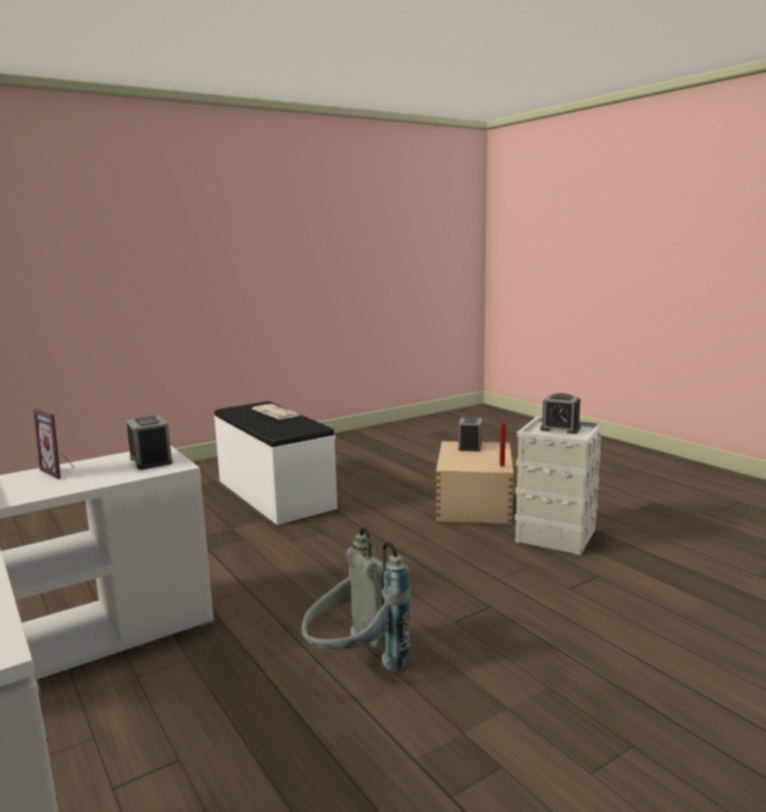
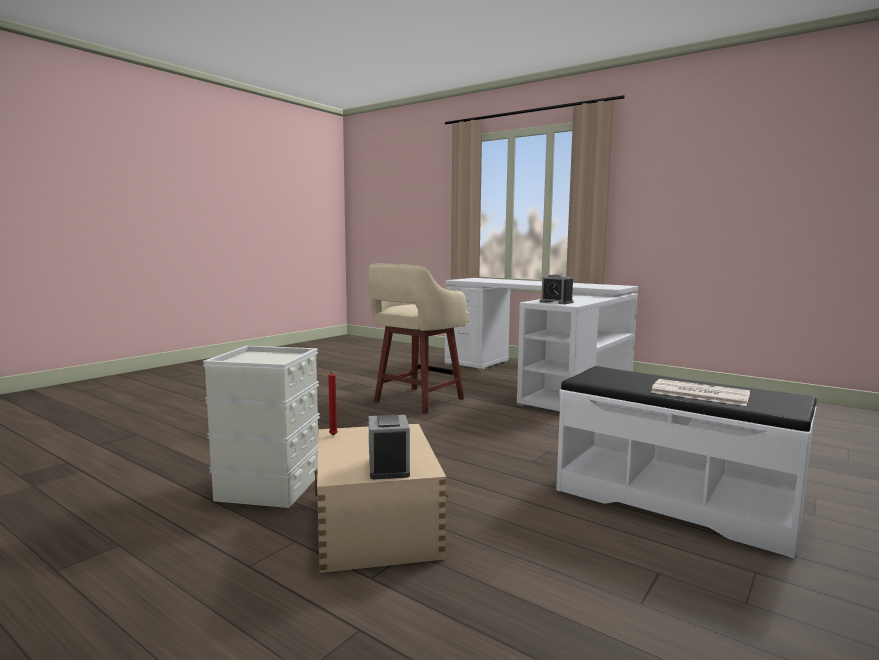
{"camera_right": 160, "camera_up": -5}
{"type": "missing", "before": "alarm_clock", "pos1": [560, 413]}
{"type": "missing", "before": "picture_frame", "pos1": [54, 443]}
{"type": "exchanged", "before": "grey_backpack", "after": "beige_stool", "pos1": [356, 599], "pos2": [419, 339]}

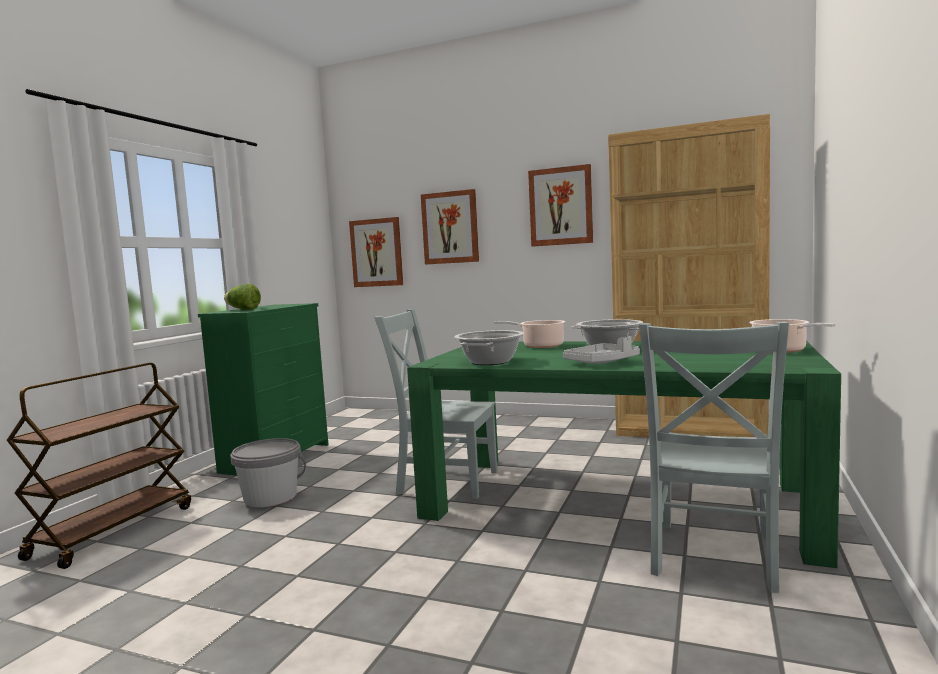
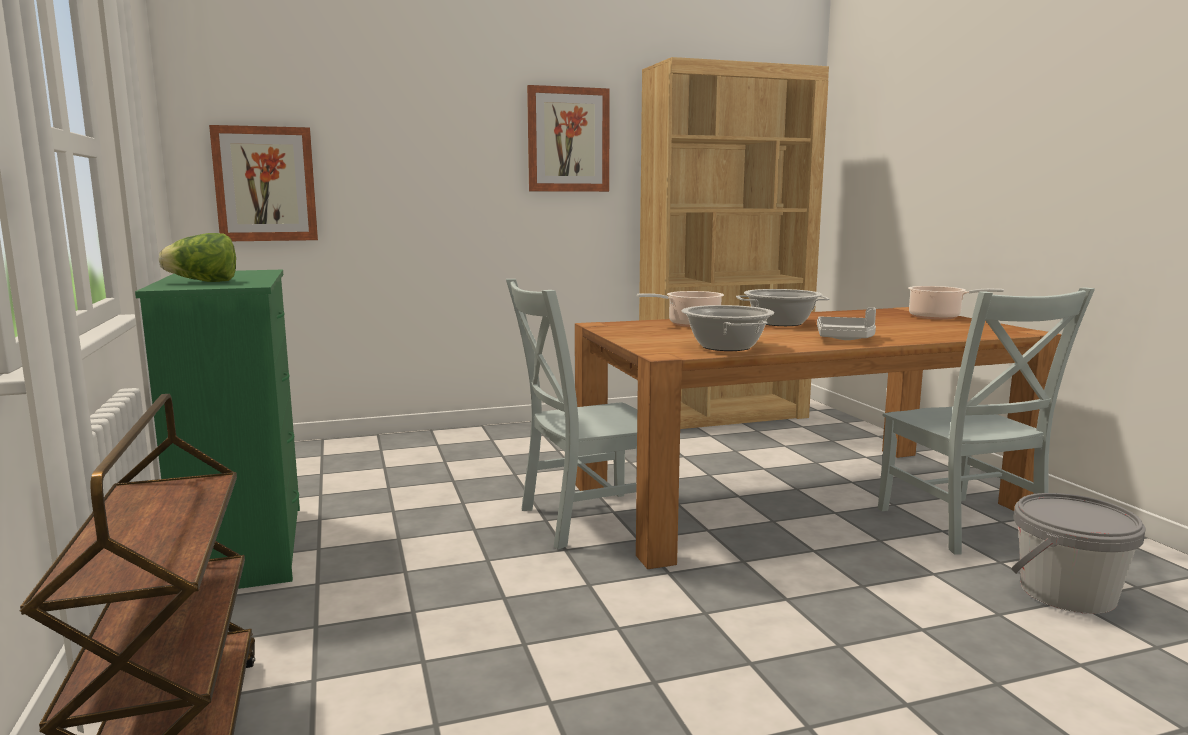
{"camera_right": -40, "camera_up": 5}
{"type": "missing", "before": "picture", "pos1": [450, 227]}
{"type": "colour", "before": "green_dining_table", "after": "brown_dining_table", "pos1": [624, 454], "pos2": [818, 438]}
{"type": "relocated", "before": "grey_bucket", "pos1": [268, 472], "pos2": [1078, 553]}

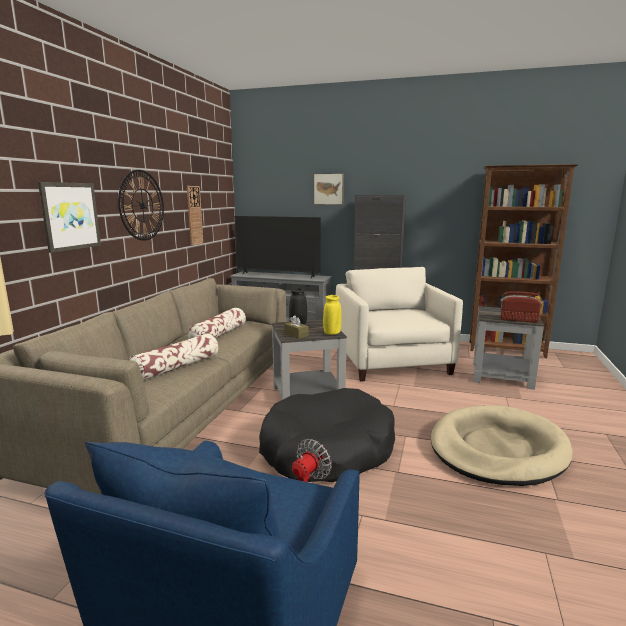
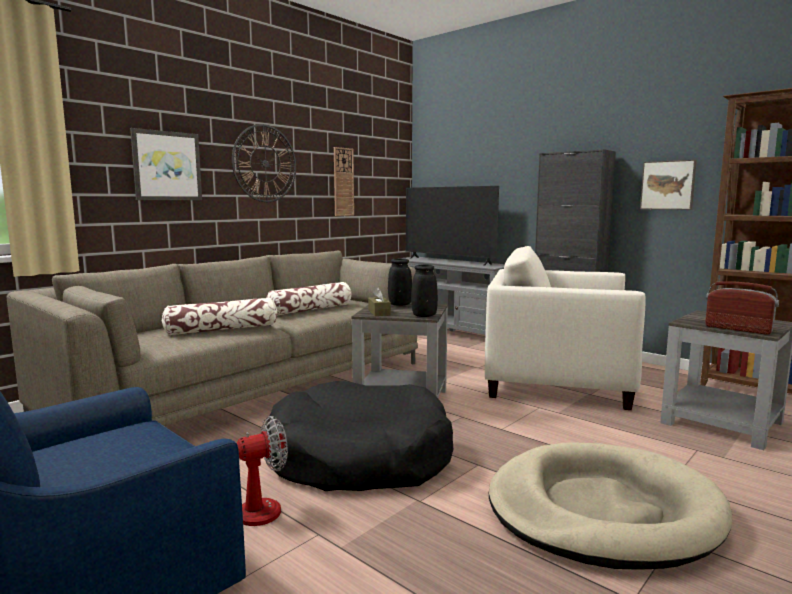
{"camera_right": 25, "camera_up": -5}
{"type": "relocated", "before": "picture", "pos1": [328, 189], "pos2": [668, 185]}
{"type": "spun", "before": "beige_armchair", "pos1": [399, 324], "pos2": [565, 328], "turn": -90}
{"type": "colour", "before": "yellow_vase", "after": "black_vase", "pos1": [332, 315], "pos2": [424, 290]}

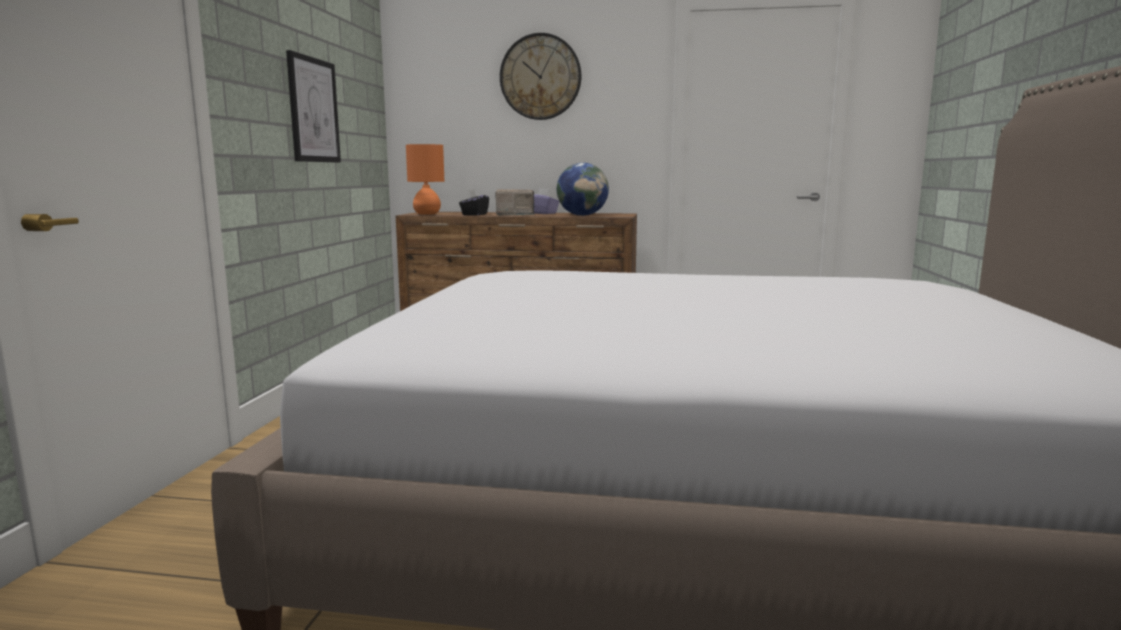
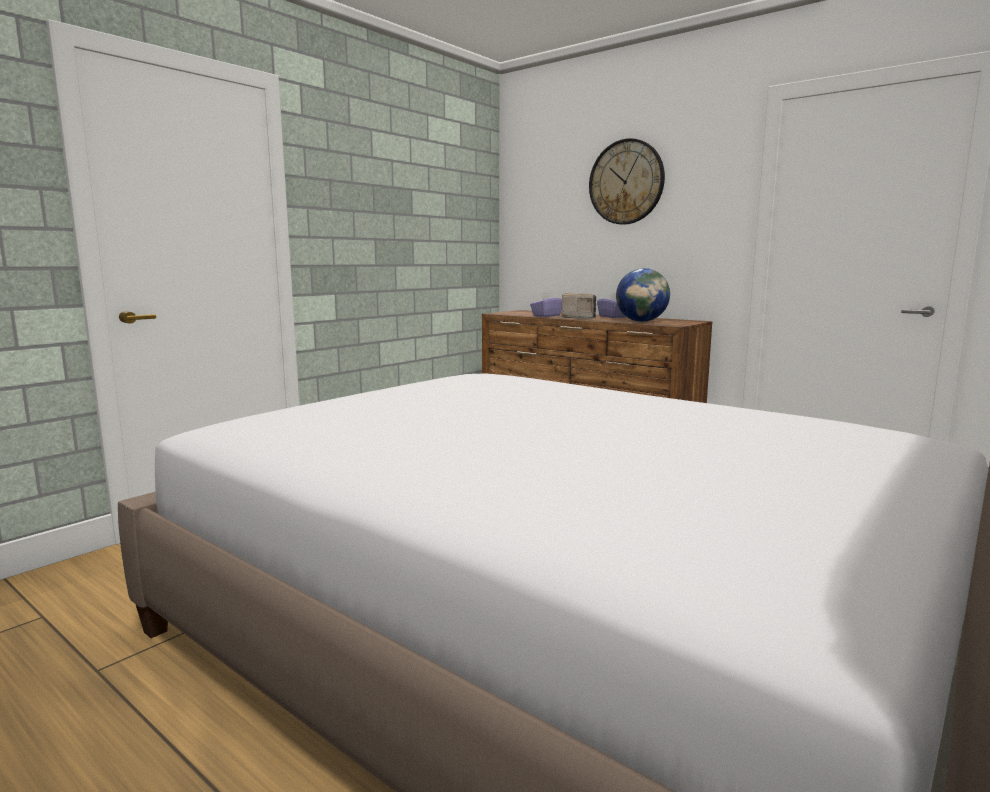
{"camera_right": 30, "camera_up": 0}
{"type": "missing", "before": "picture", "pos1": [313, 106]}
{"type": "missing", "before": "orange_table_lamp", "pos1": [425, 179]}
{"type": "colour", "before": "black_tissue_box", "after": "purple_tissue_box", "pos1": [474, 202], "pos2": [546, 304]}

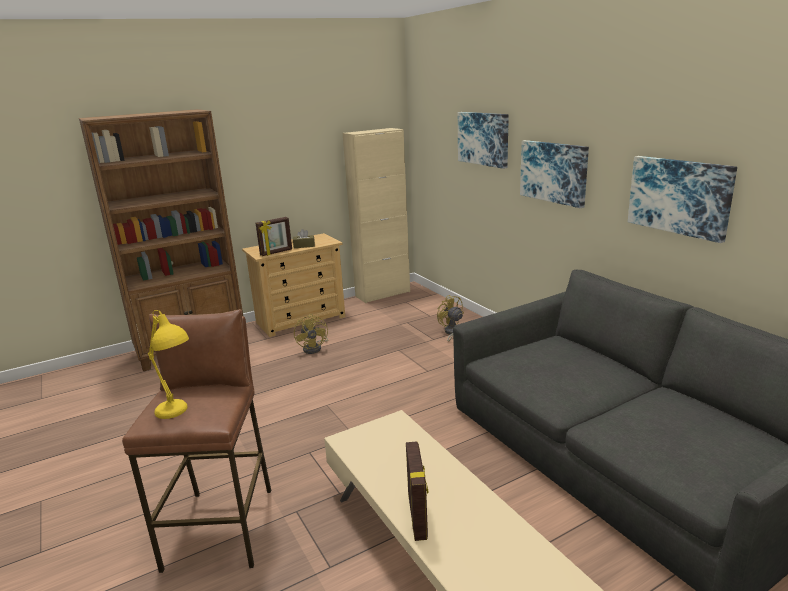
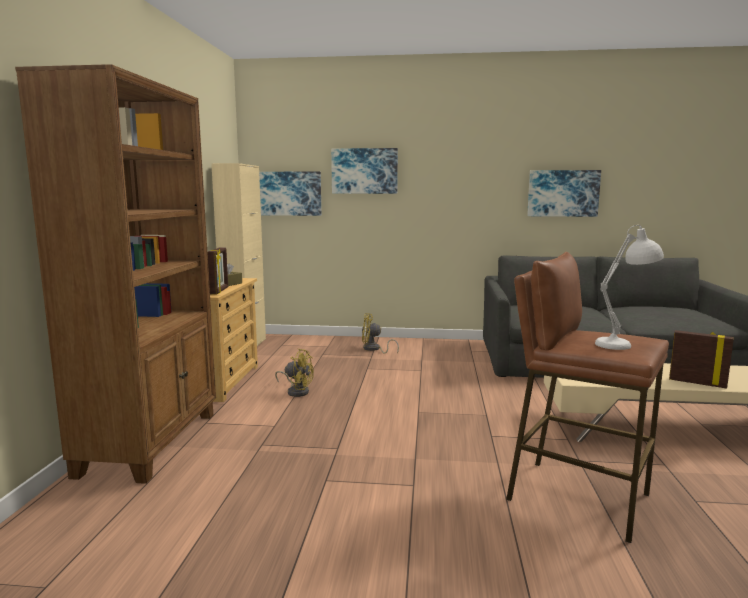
{"camera_right": -55, "camera_up": -10}
{"type": "relocated", "before": "picture", "pos1": [554, 174], "pos2": [290, 194]}
{"type": "colour", "before": "yellow_table_lamp", "after": "white_table_lamp", "pos1": [168, 364], "pos2": [629, 287]}

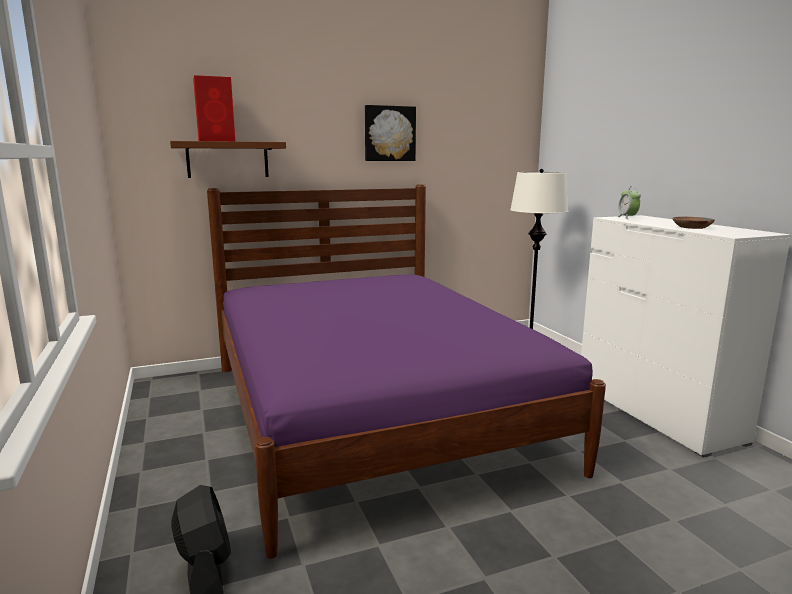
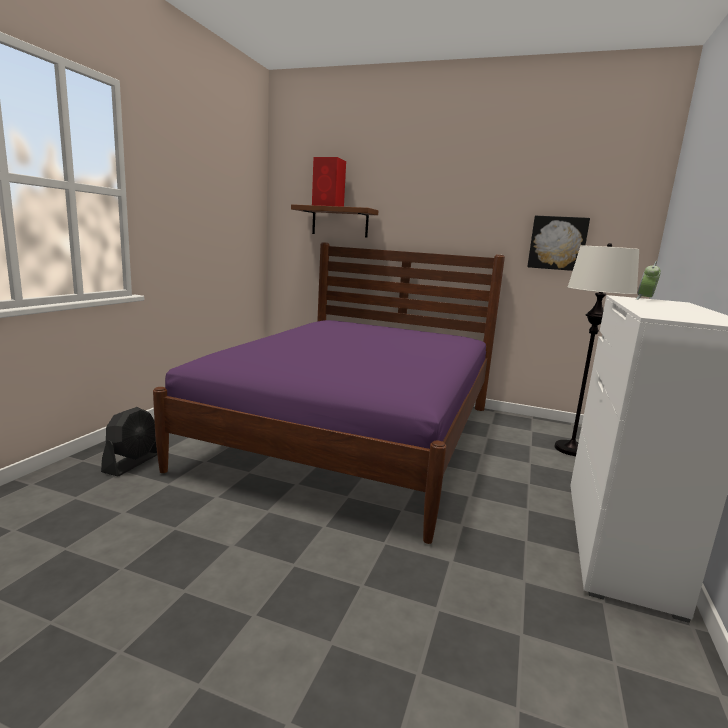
{"camera_right": 40, "camera_up": 0}
{"type": "relocated", "before": "picture", "pos1": [390, 133], "pos2": [558, 243]}
{"type": "missing", "before": "brown_bowl", "pos1": [694, 223]}

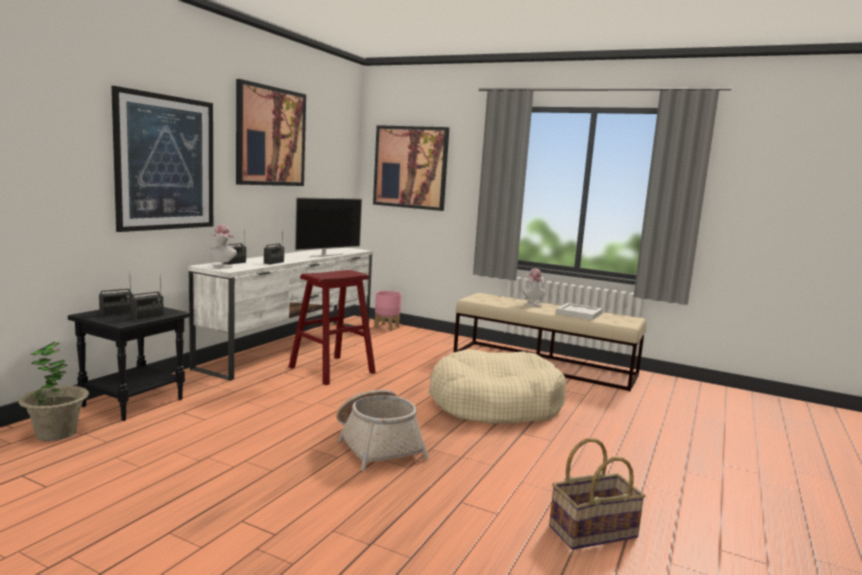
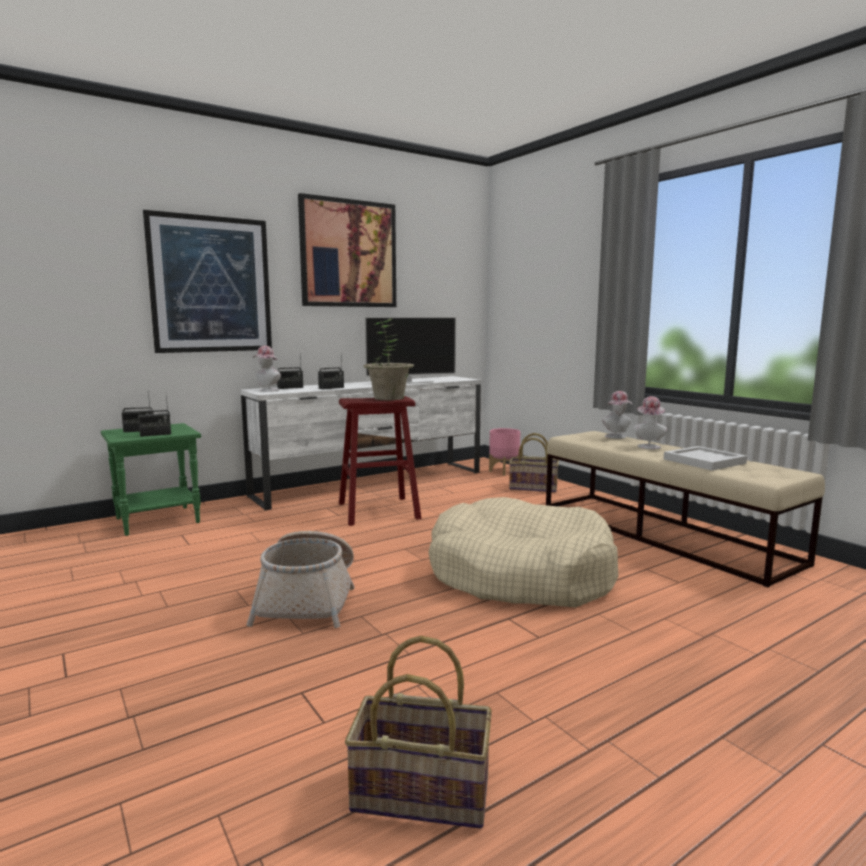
{"camera_right": 30, "camera_up": 0}
{"type": "missing", "before": "picture", "pos1": [411, 168]}
{"type": "colour", "before": "black_side_table", "after": "green_side_table", "pos1": [129, 364], "pos2": [151, 479]}
{"type": "relocated", "before": "potted_plant", "pos1": [53, 391], "pos2": [388, 359]}
{"type": "appeared", "after": "hat", "pos2": [617, 415]}
{"type": "appeared", "after": "basket", "pos2": [534, 462]}

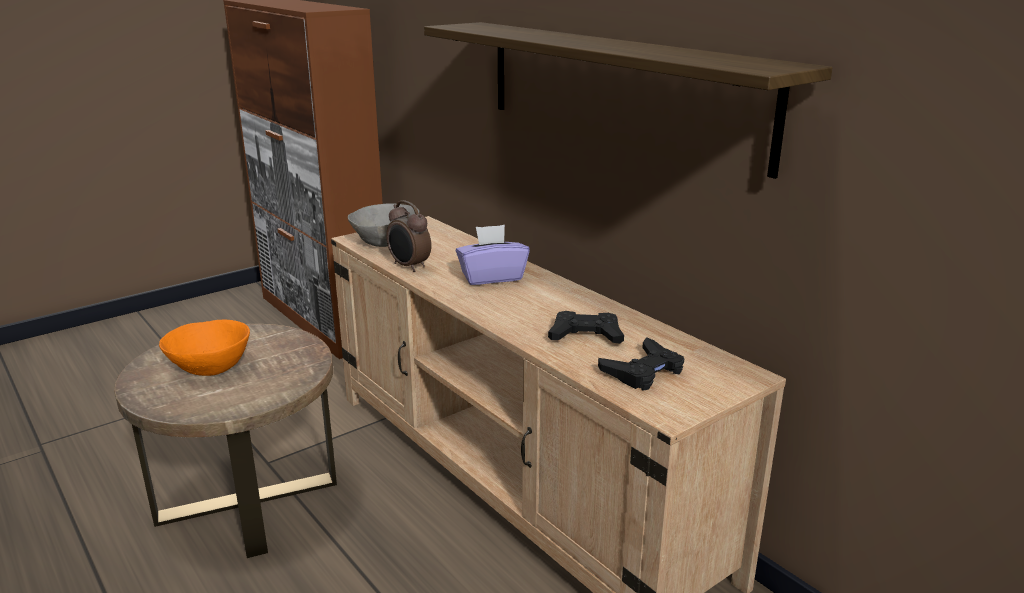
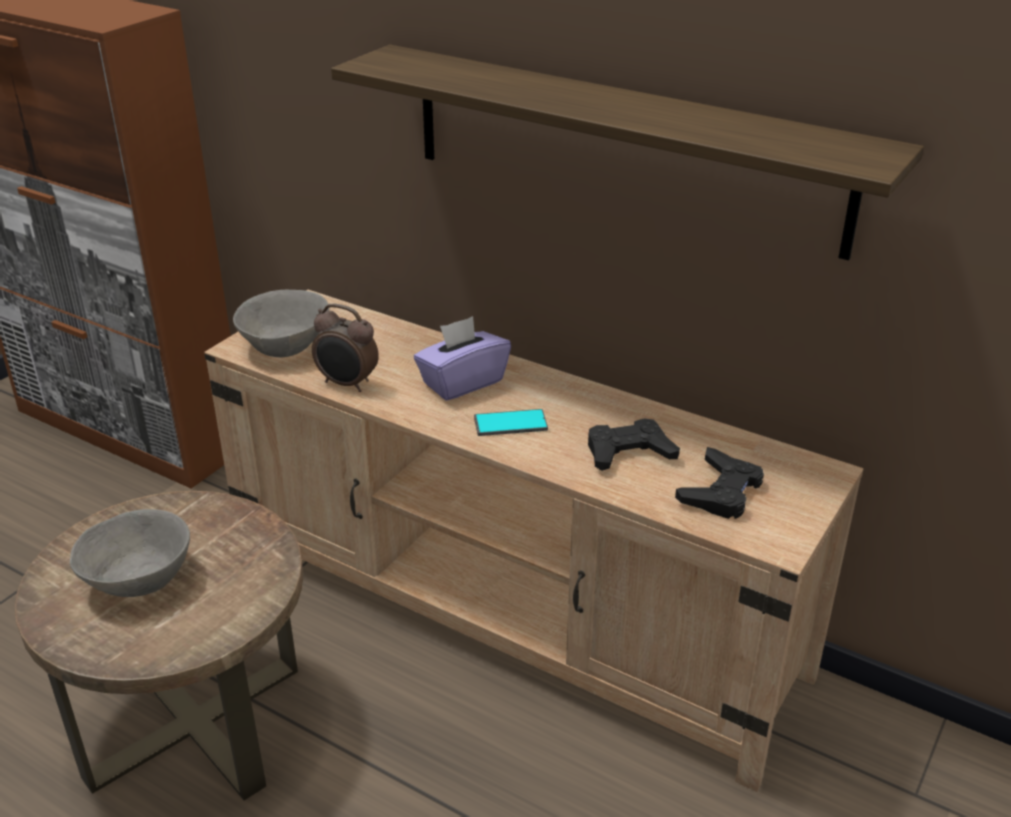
{"camera_right": -20, "camera_up": 10}
{"type": "colour", "before": "orange_bowl", "after": "grey_bowl", "pos1": [204, 348], "pos2": [130, 553]}
{"type": "appeared", "after": "phone", "pos2": [511, 422]}

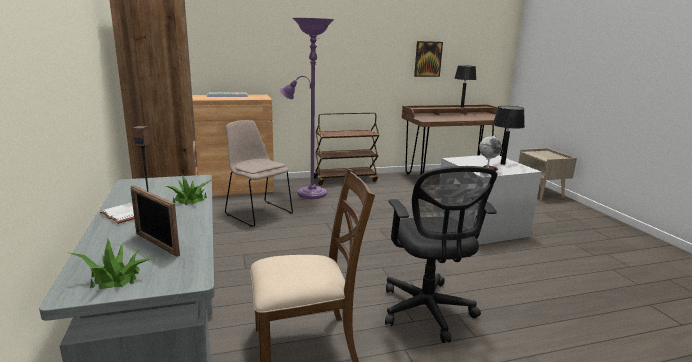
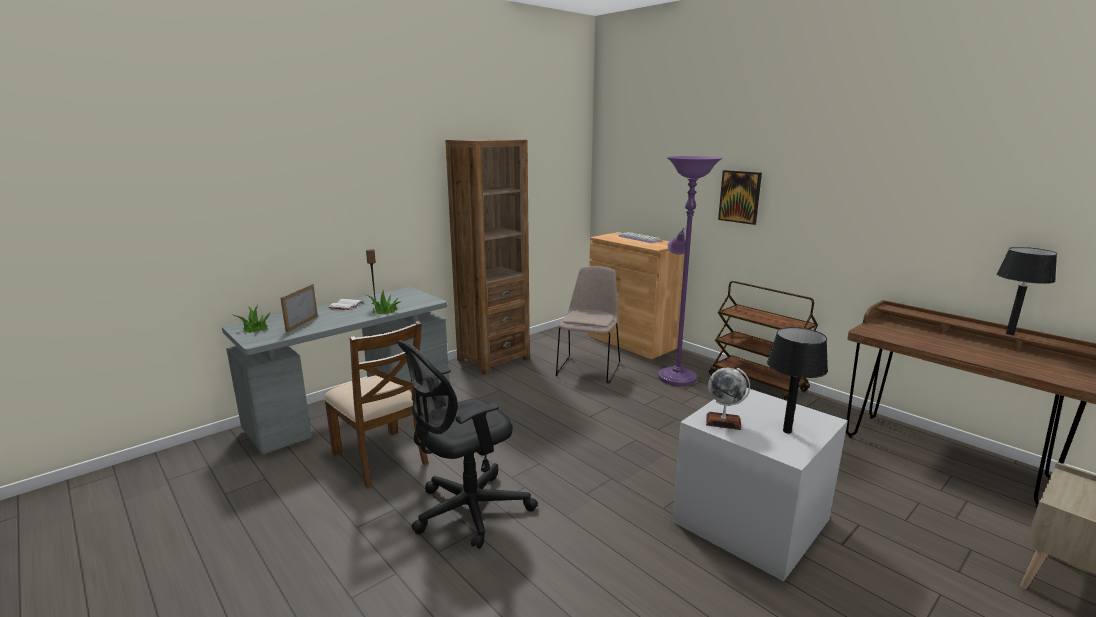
{"camera_right": 65, "camera_up": 0}
{"type": "relocated", "before": "picture", "pos1": [428, 59], "pos2": [740, 197]}

